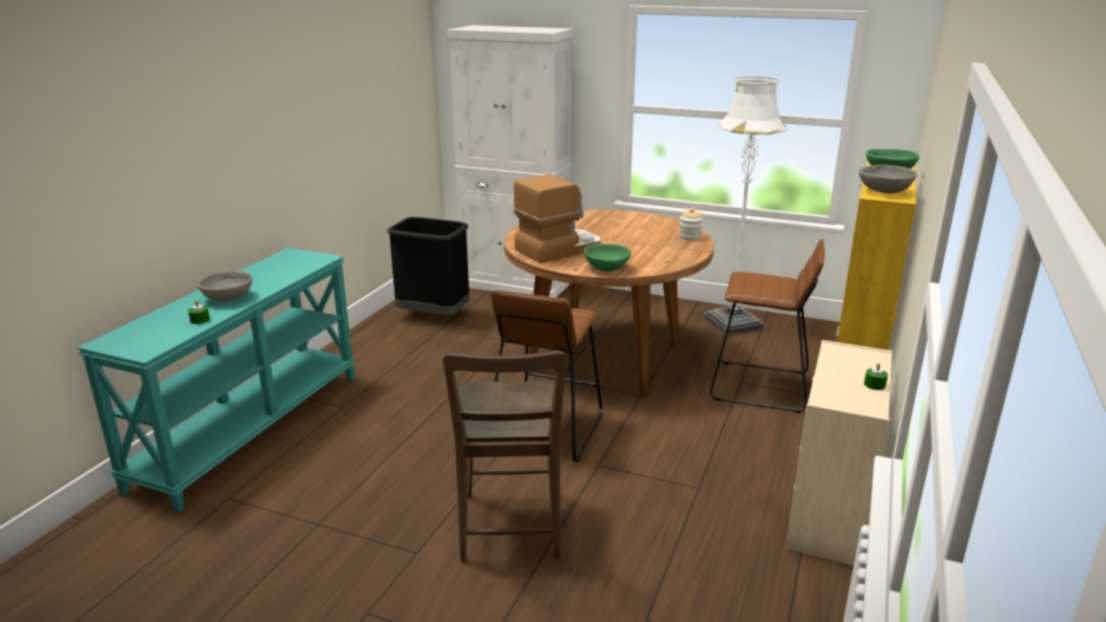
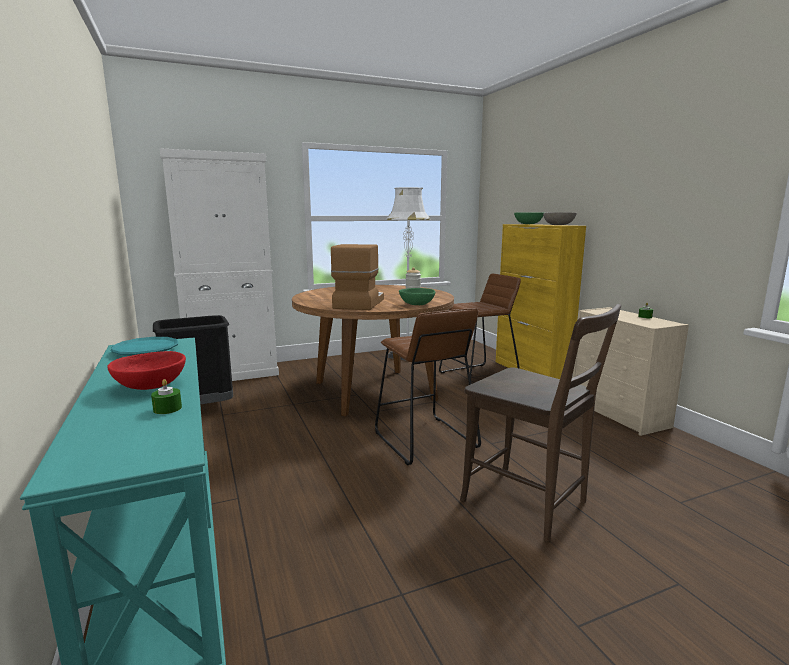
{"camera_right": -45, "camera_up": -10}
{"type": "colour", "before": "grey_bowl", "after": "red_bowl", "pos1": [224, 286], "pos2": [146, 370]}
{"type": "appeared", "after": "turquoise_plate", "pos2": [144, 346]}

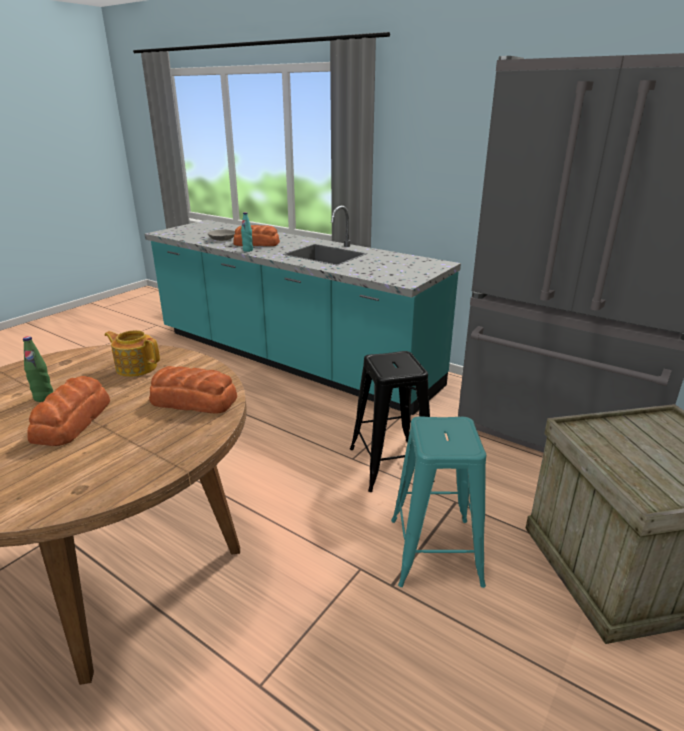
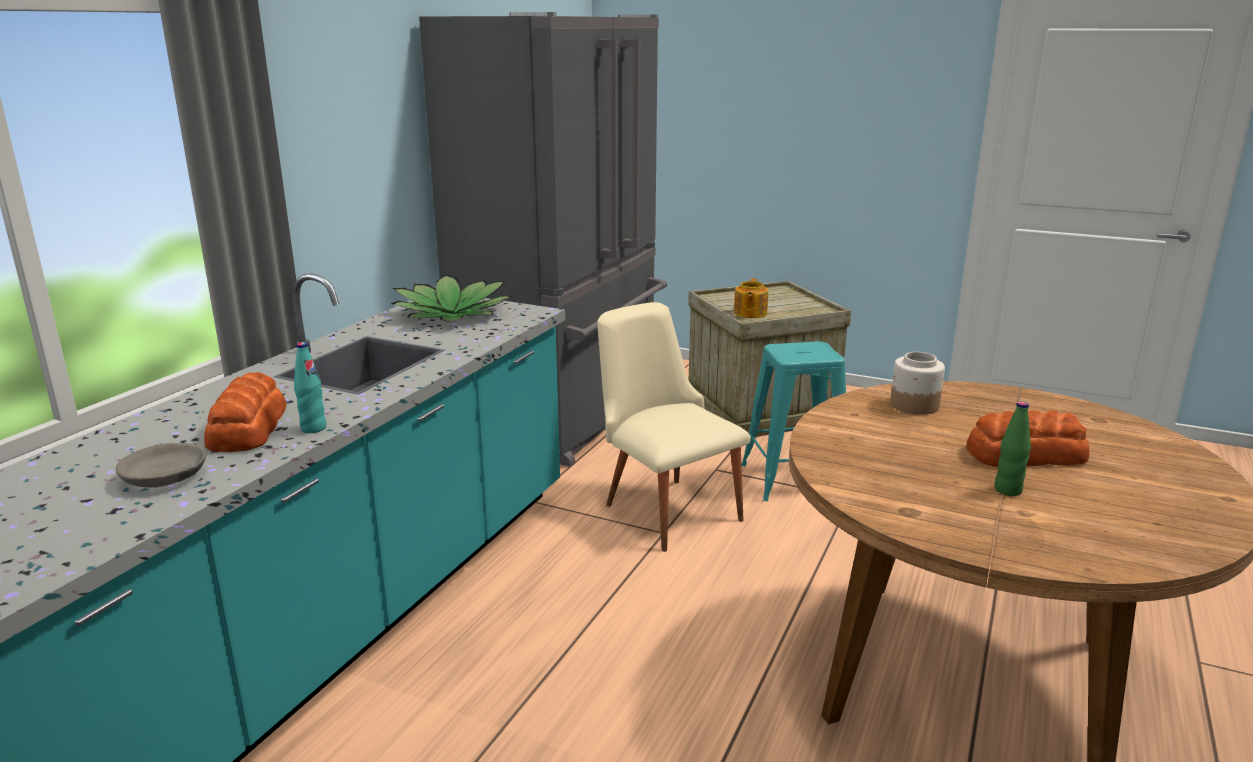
{"camera_right": -100, "camera_up": -5}
{"type": "relocated", "before": "teapot", "pos1": [132, 353], "pos2": [751, 298]}
{"type": "exchanged", "before": "black_stool", "after": "beige_chair", "pos1": [390, 421], "pos2": [674, 427]}
{"type": "exchanged", "before": "bread", "after": "jar", "pos1": [193, 390], "pos2": [917, 383]}
{"type": "appeared", "after": "potted_plant", "pos2": [451, 298]}

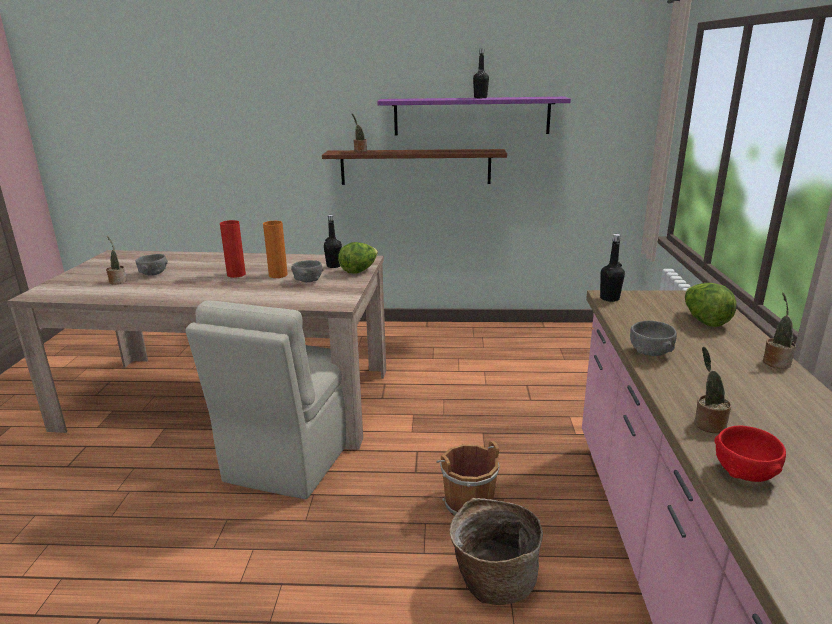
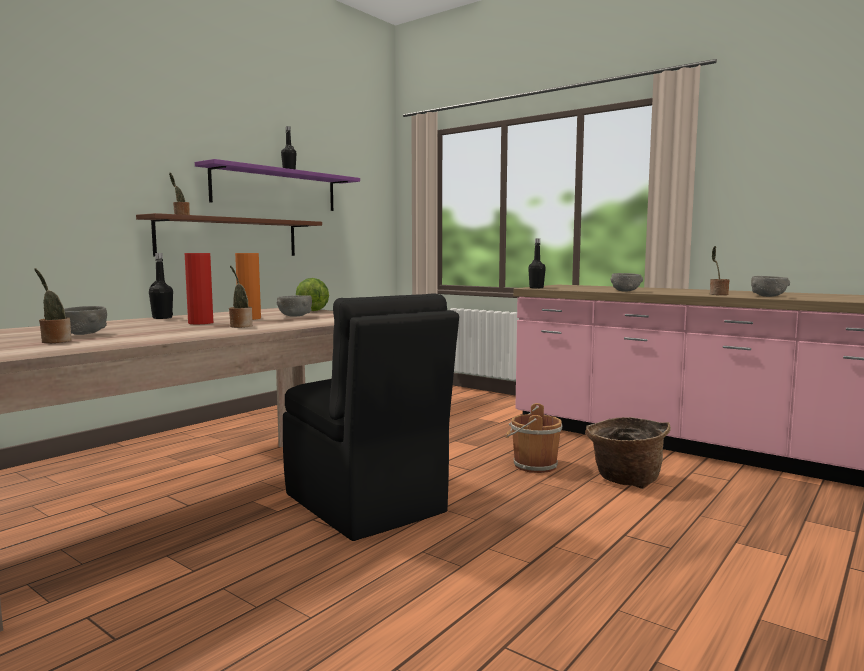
{"camera_right": -55, "camera_up": -15}
{"type": "relocated", "before": "black_bottle", "pos1": [333, 241], "pos2": [161, 286]}
{"type": "missing", "before": "lettuce", "pos1": [711, 305]}
{"type": "relocated", "before": "potted_plant", "pos1": [779, 330], "pos2": [241, 296]}
{"type": "colour", "before": "beige_chair", "after": "black_chair", "pos1": [265, 399], "pos2": [371, 417]}
{"type": "colour", "before": "red_bowl", "after": "grey_bowl", "pos1": [750, 453], "pos2": [770, 286]}

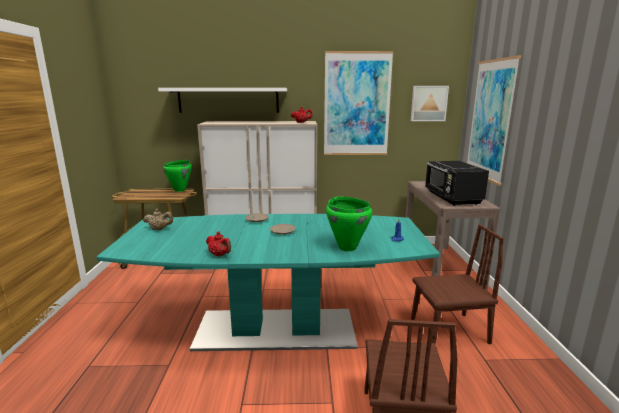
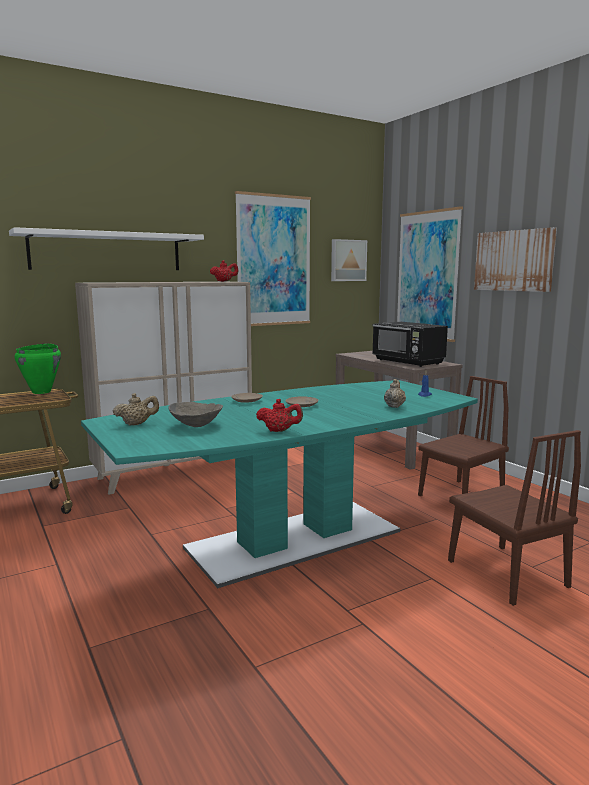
{"camera_right": -30, "camera_up": -5}
{"type": "exchanged", "before": "green_cooking_pot", "after": "beige_teapot", "pos1": [349, 224], "pos2": [395, 393]}
{"type": "appeared", "after": "picture", "pos2": [515, 259]}
{"type": "appeared", "after": "grey_bowl", "pos2": [195, 414]}

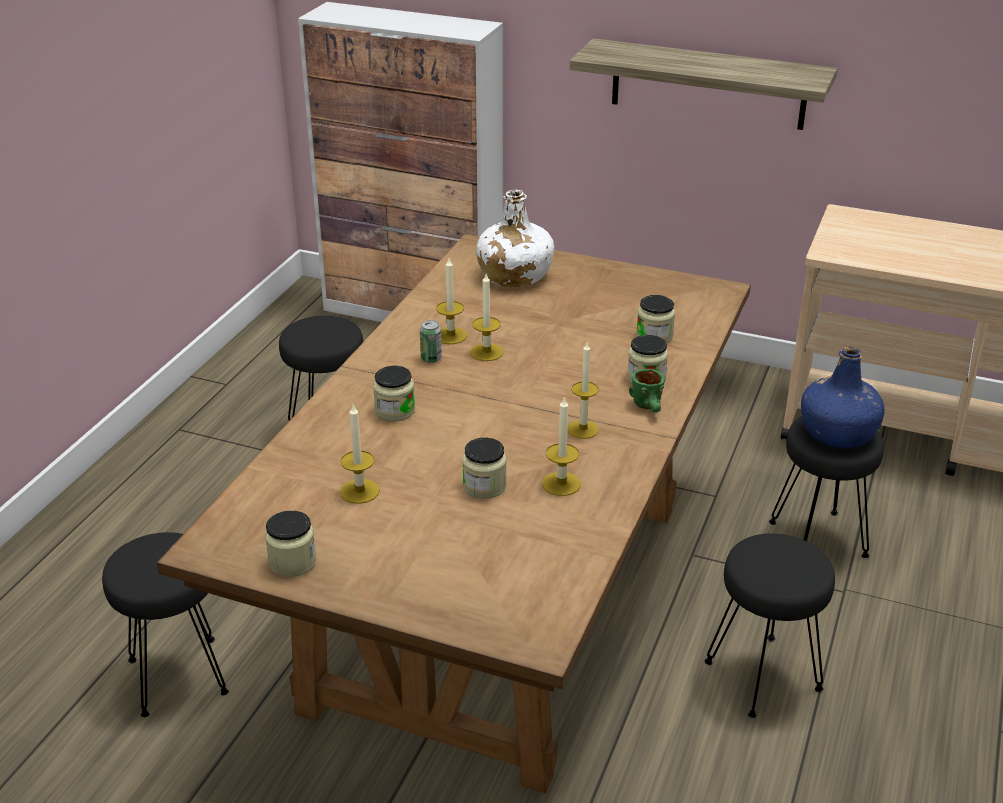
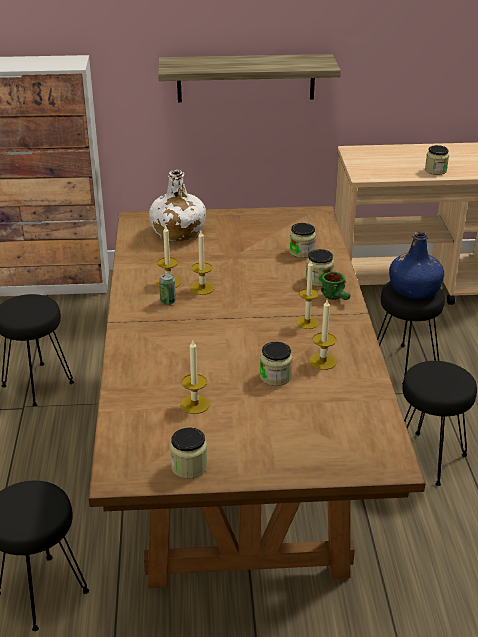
{"camera_right": -25, "camera_up": 0}
{"type": "relocated", "before": "jar", "pos1": [394, 394], "pos2": [437, 160]}

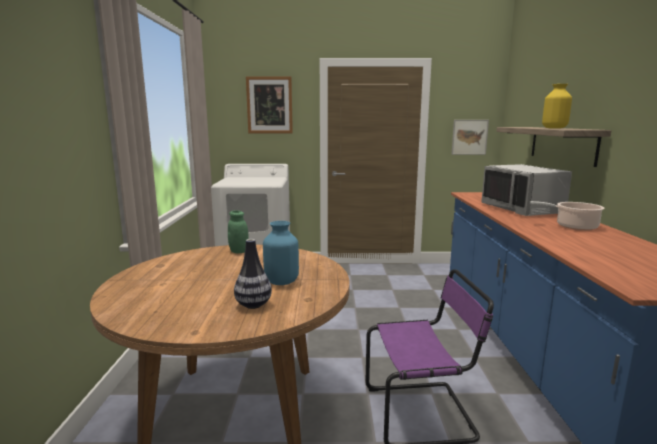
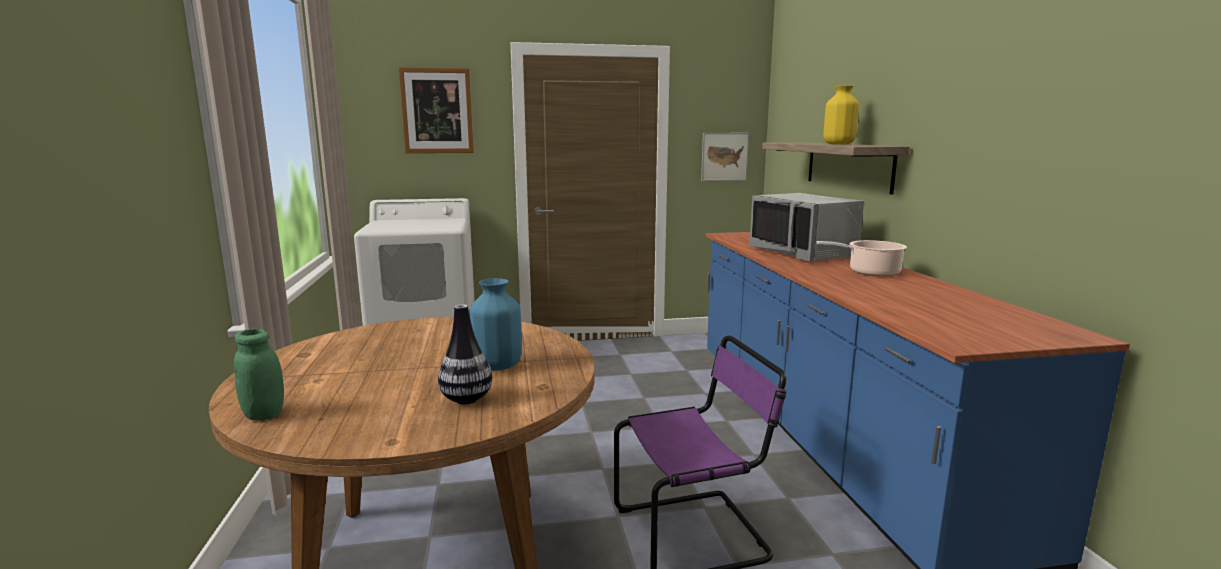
{"camera_right": -10, "camera_up": 0}
{"type": "relocated", "before": "green_jar", "pos1": [238, 231], "pos2": [259, 374]}

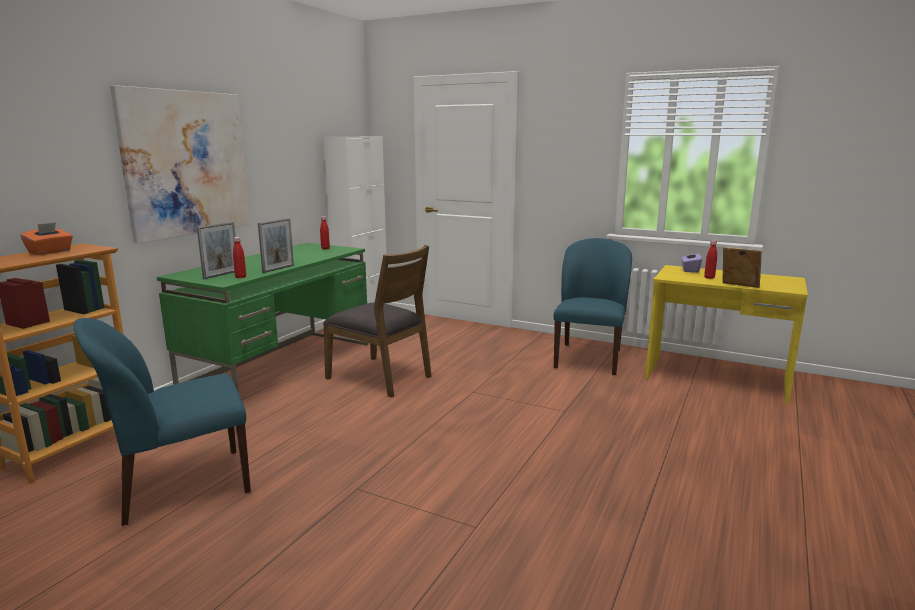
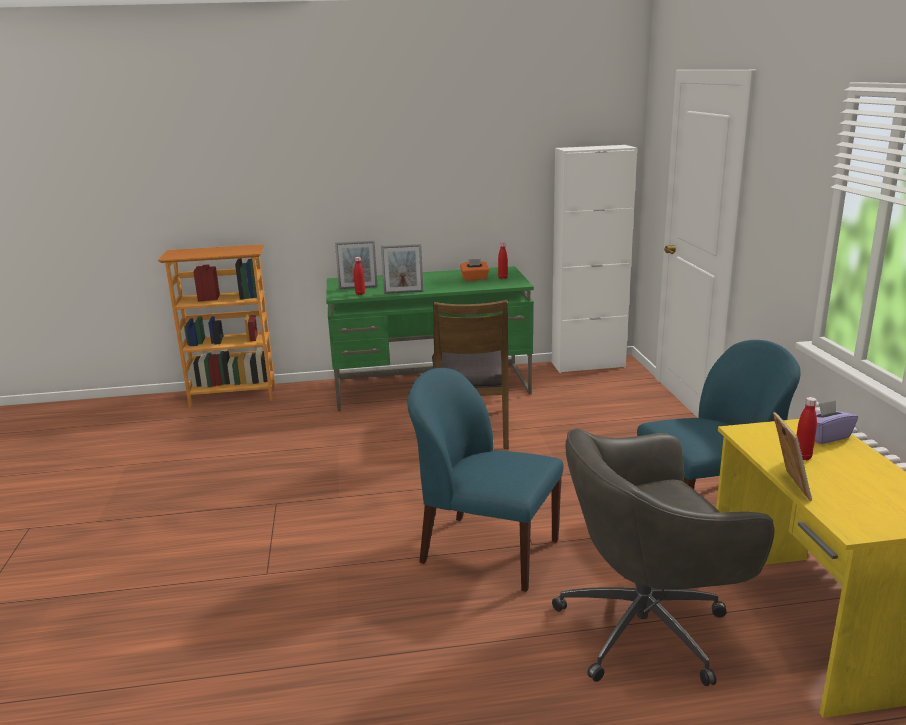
{"camera_right": 55, "camera_up": 5}
{"type": "missing", "before": "picture", "pos1": [180, 164]}
{"type": "relocated", "before": "orange_tissue_box", "pos1": [46, 238], "pos2": [474, 270]}
{"type": "relocated", "before": "blue_chair", "pos1": [162, 422], "pos2": [485, 480]}
{"type": "appeared", "after": "grey_office_chair", "pos2": [663, 557]}

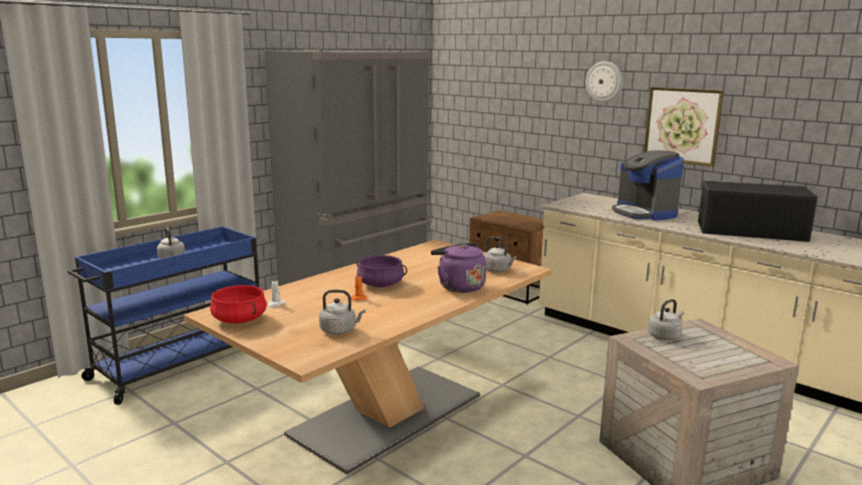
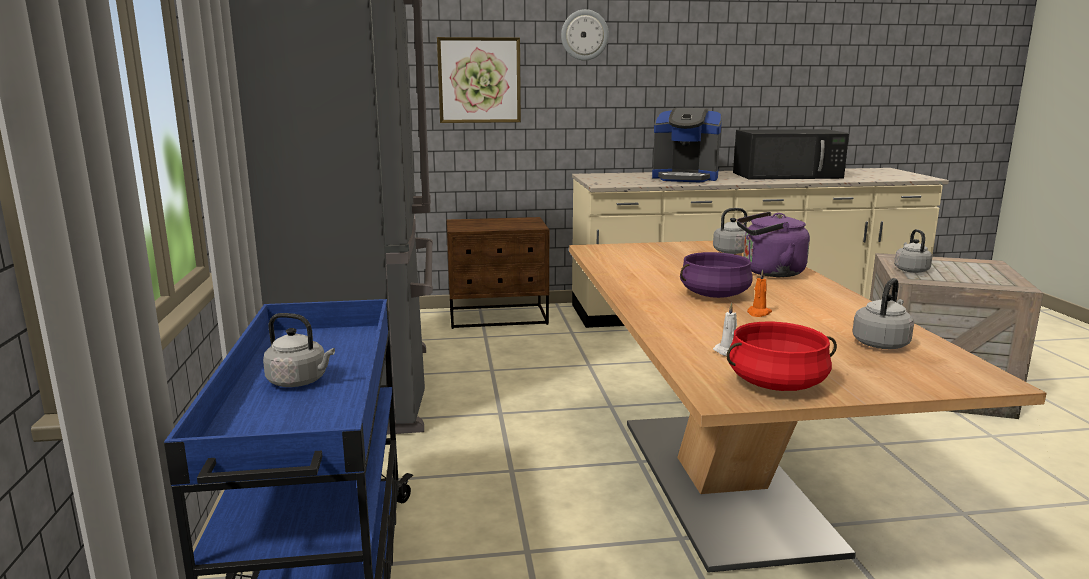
{"camera_right": -50, "camera_up": 0}
{"type": "relocated", "before": "picture", "pos1": [684, 127], "pos2": [479, 80]}
{"type": "spun", "before": "black_microwave", "pos1": [758, 211], "pos2": [791, 154], "turn": -150}

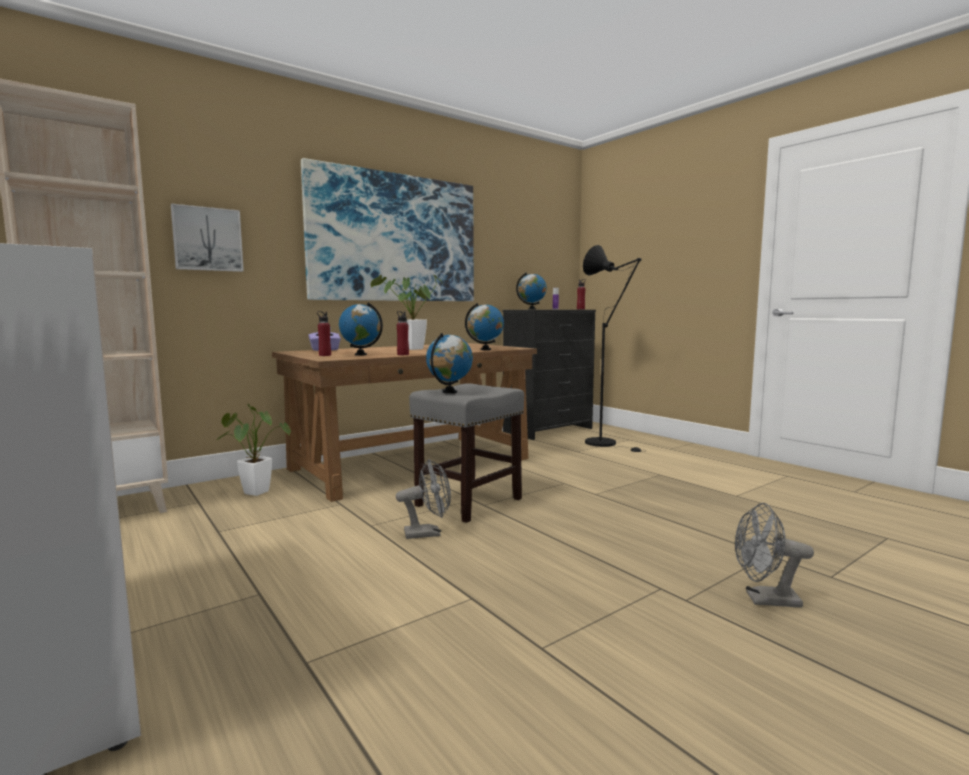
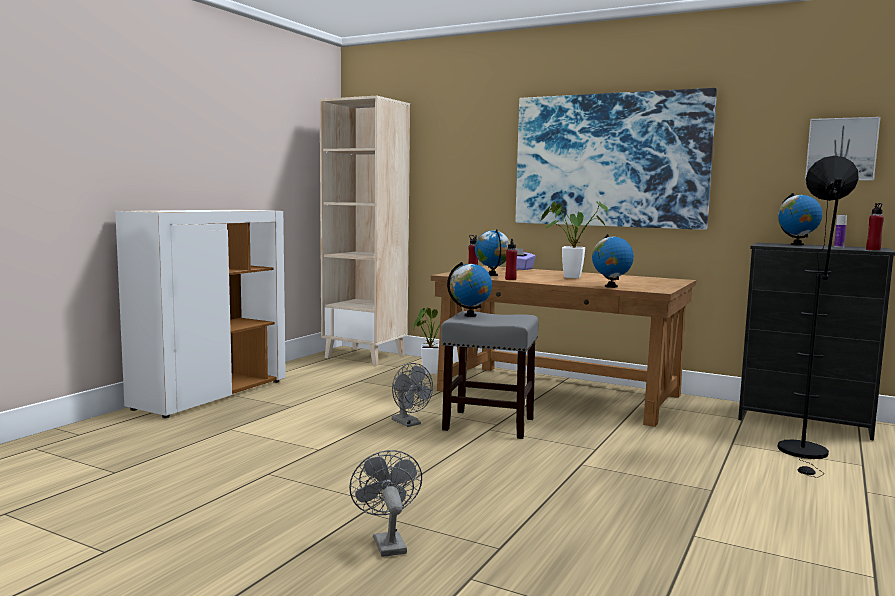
{"camera_right": 65, "camera_up": 0}
{"type": "relocated", "before": "picture", "pos1": [207, 238], "pos2": [842, 148]}

